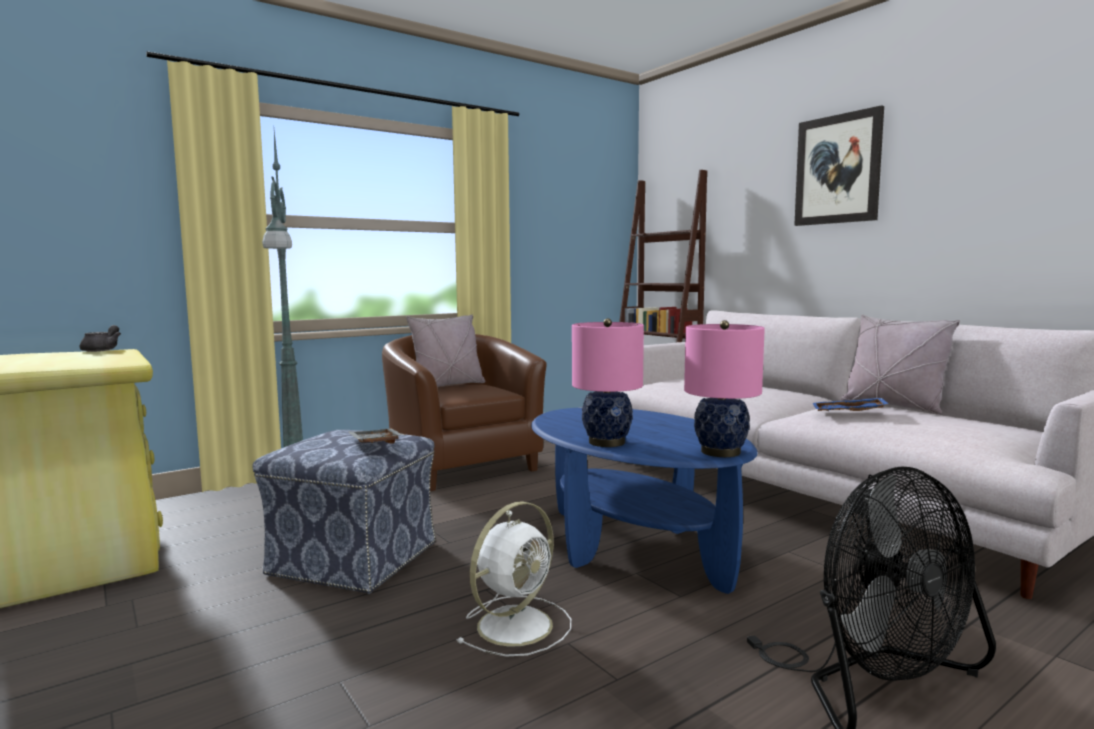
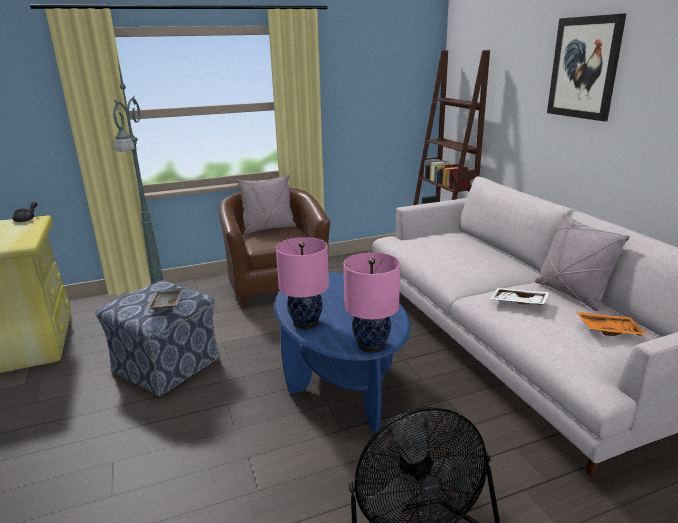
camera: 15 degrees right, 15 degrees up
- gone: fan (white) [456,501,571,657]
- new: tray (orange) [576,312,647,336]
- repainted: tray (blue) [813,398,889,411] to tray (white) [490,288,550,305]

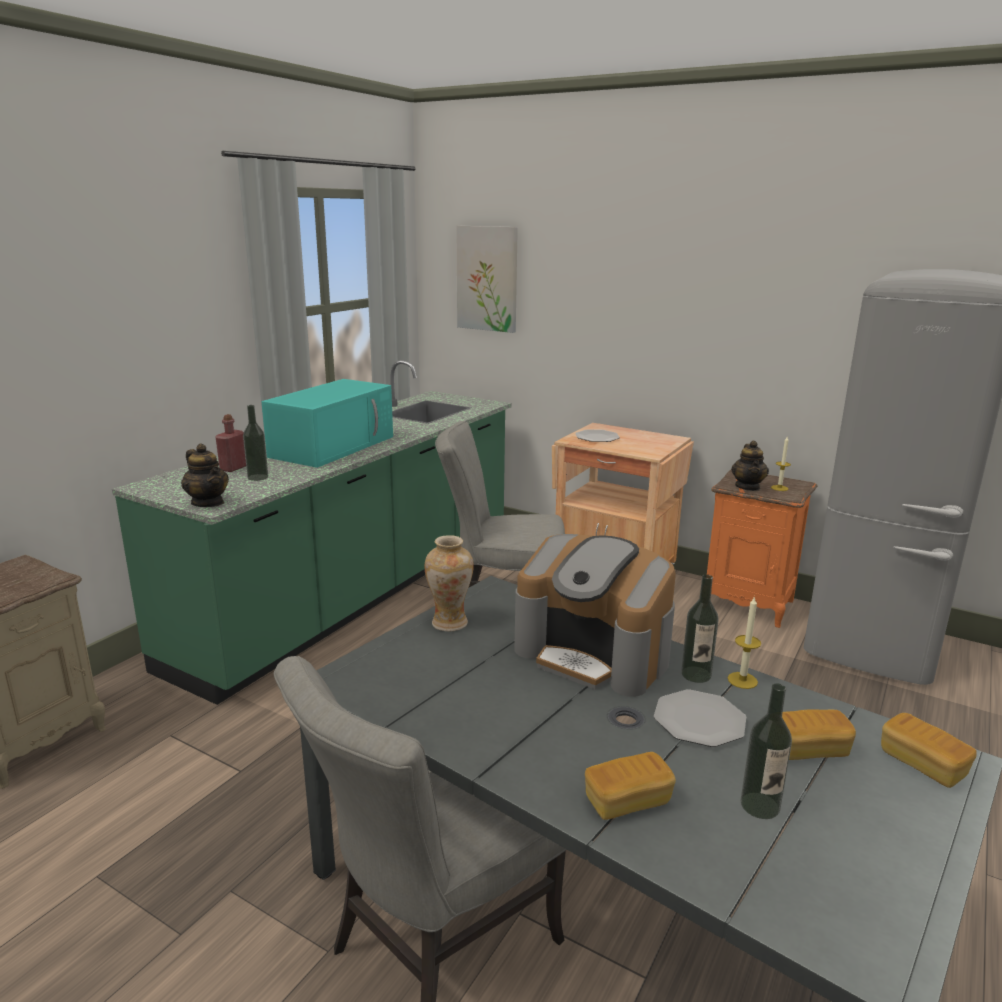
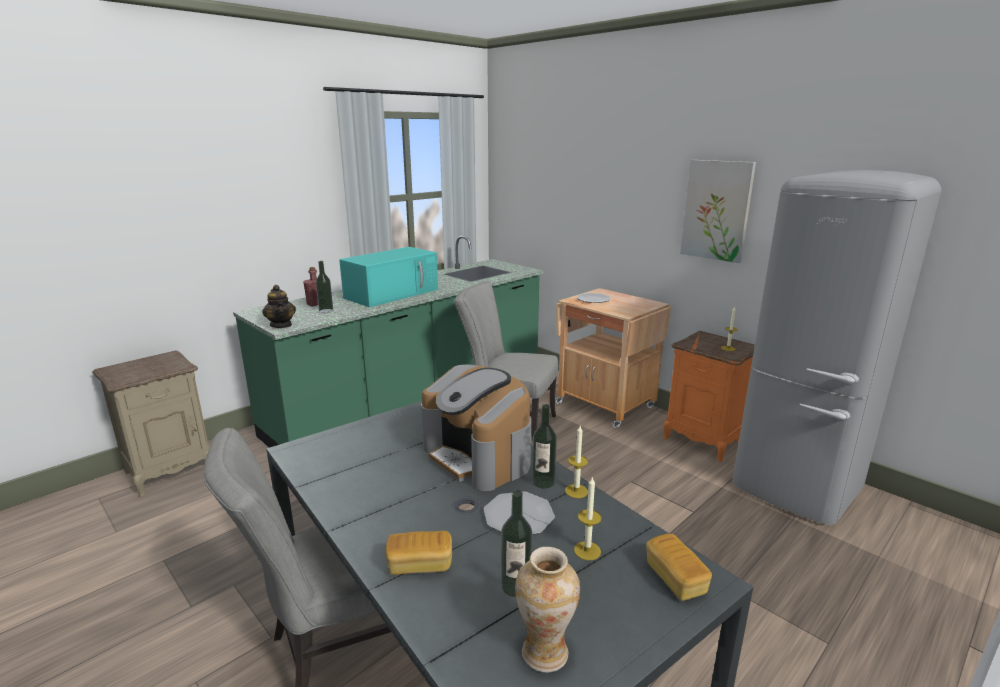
camera: 15 degrees right, 0 degrees up
- gone: teapot [731,441,769,491]
- shifted: vase [425,535,474,632] to [515,547,580,672]
- shifted: picture [456,226,518,333] to [680,160,756,263]
- swapped: bread [782,709,856,760] to candle [574,476,602,560]

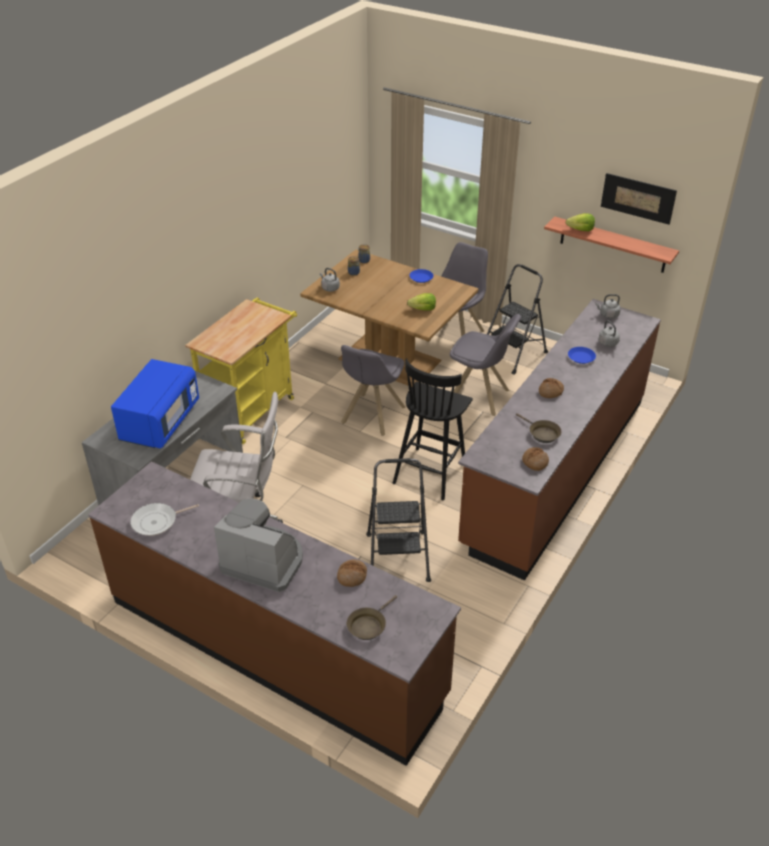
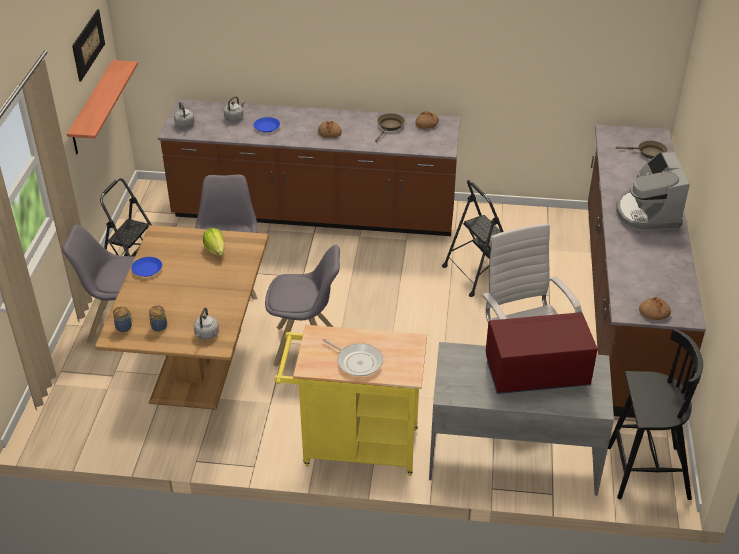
camera: 115 degrees left, 0 degrees up
- gone: lettuce [566,213,595,231]
- shifted: frying pan [130,503,199,536] to [322,339,383,376]
- shifted: bread [337,559,367,587] to [639,297,671,320]
- shifted: stool (black) [393,359,473,501] to [608,329,703,500]
- repainted: microwave (blue) [111,359,199,448] to microwave (red) [486,312,598,394]

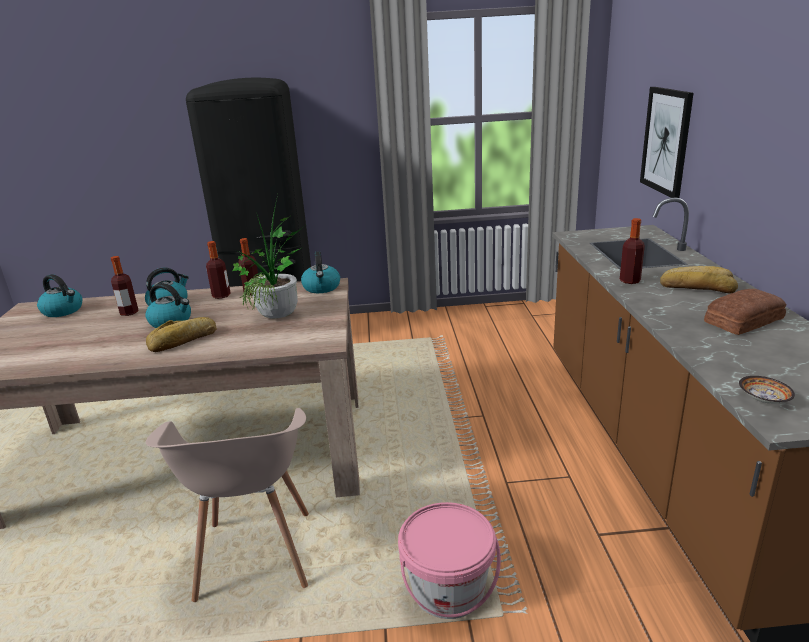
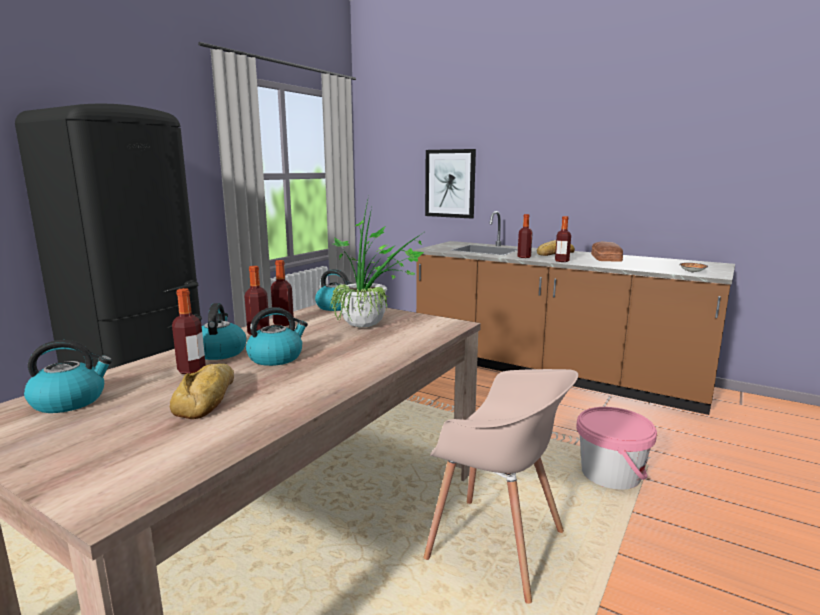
camera: 55 degrees left, 10 degrees down
- new: bottle [555,216,571,262]
- shifted: bread [146,317,217,352] to [170,364,234,419]

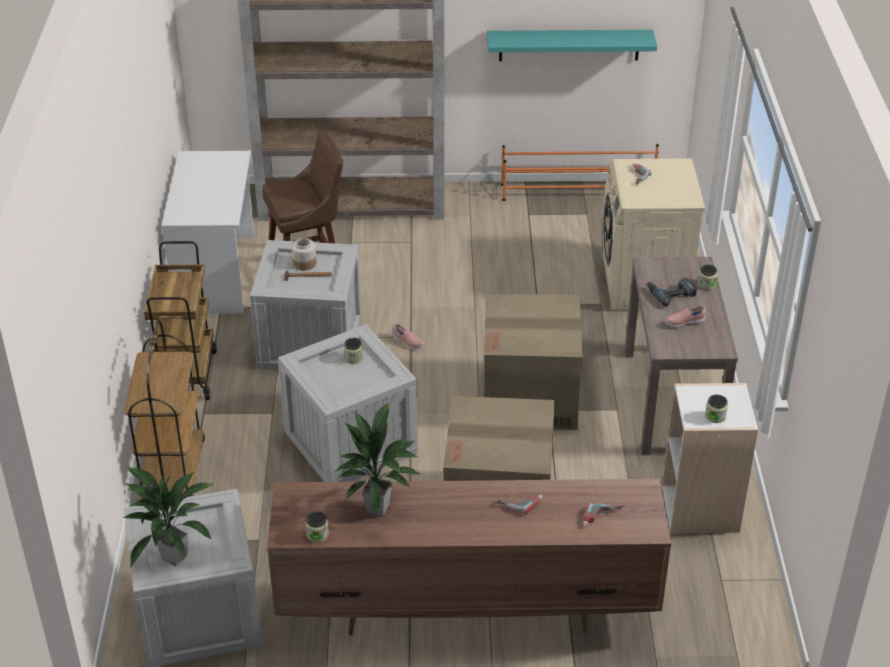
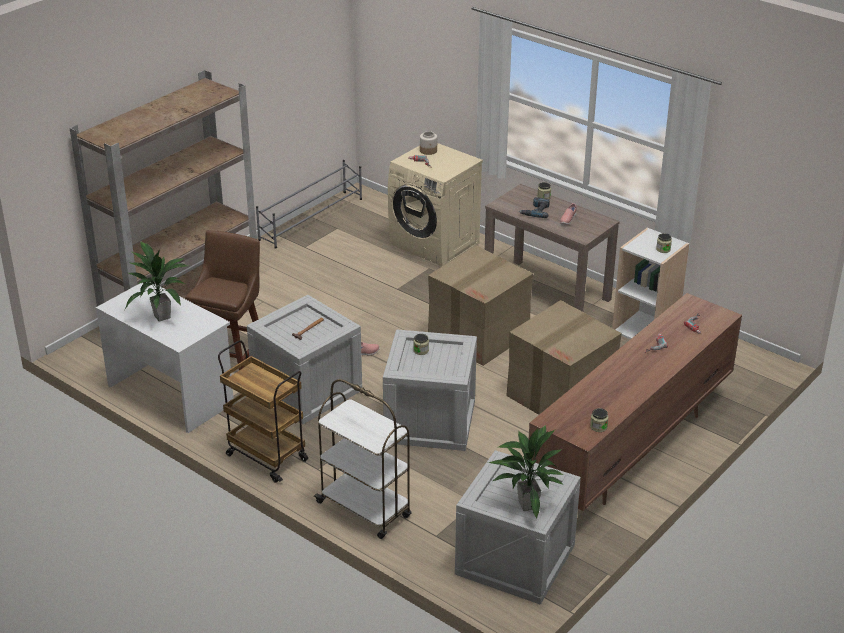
camera: 50 degrees left, 5 degrees down
- gone: shelf (turquoise) [487,30,657,61]
- shifted: jar [292,238,317,270] to [420,131,437,155]
- shifted: potted plant [334,402,420,517] to [125,242,188,322]
- repainted: cart (brown) [124,320,205,499] to cart (white) [312,379,412,539]
- repainted: shoe rack (orange) [501,144,659,201] to shoe rack (grey) [256,160,362,249]

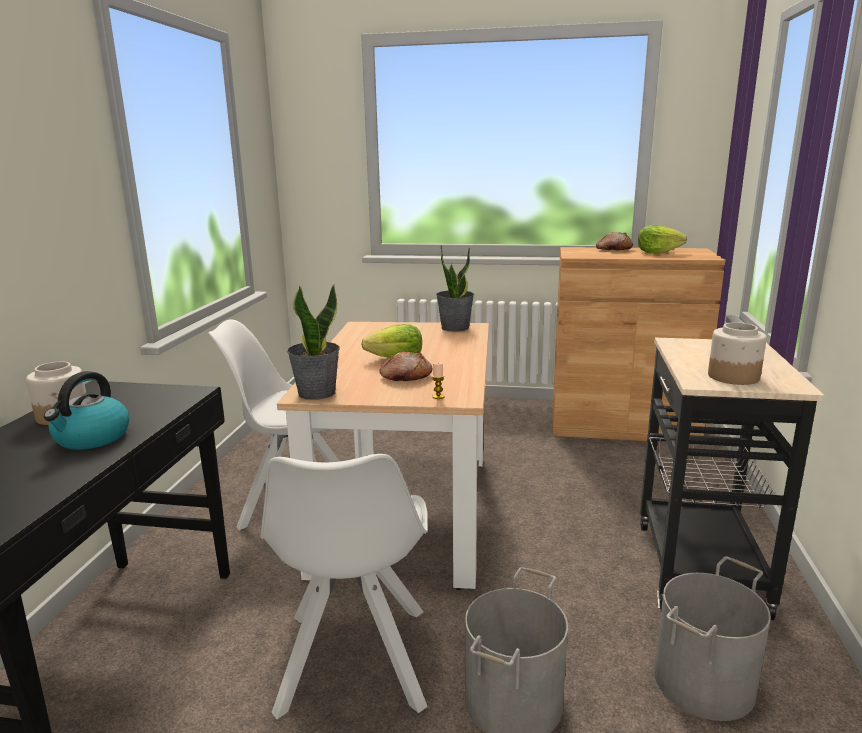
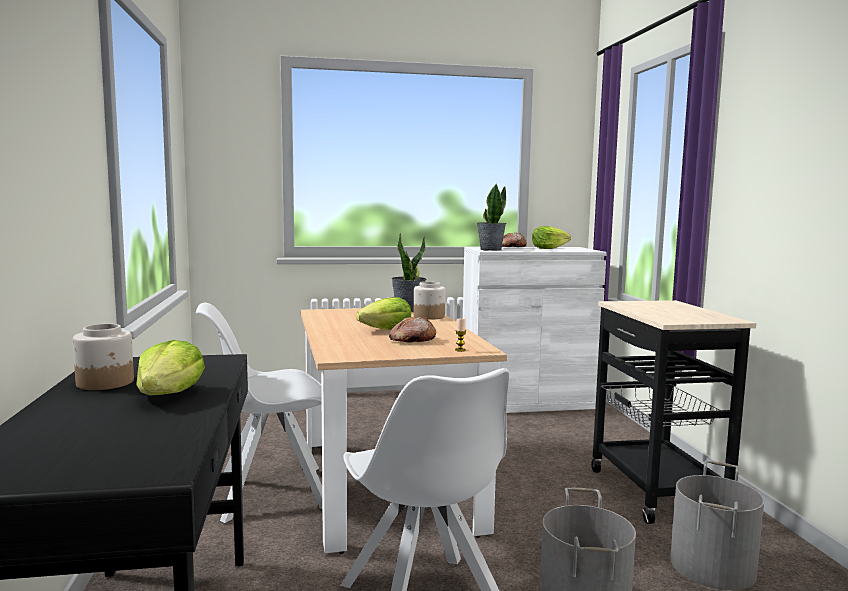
camera: 20 degrees left, 10 degrees down
- shifted: potted plant [287,284,340,400] to [477,184,506,251]
- shifted: jar [708,322,767,385] to [414,282,445,320]
- swapped: kettle [44,371,130,450] to lettuce [136,340,205,395]
- repainted: cabinet (brown) [553,247,726,442] to cabinet (white) [463,247,607,413]

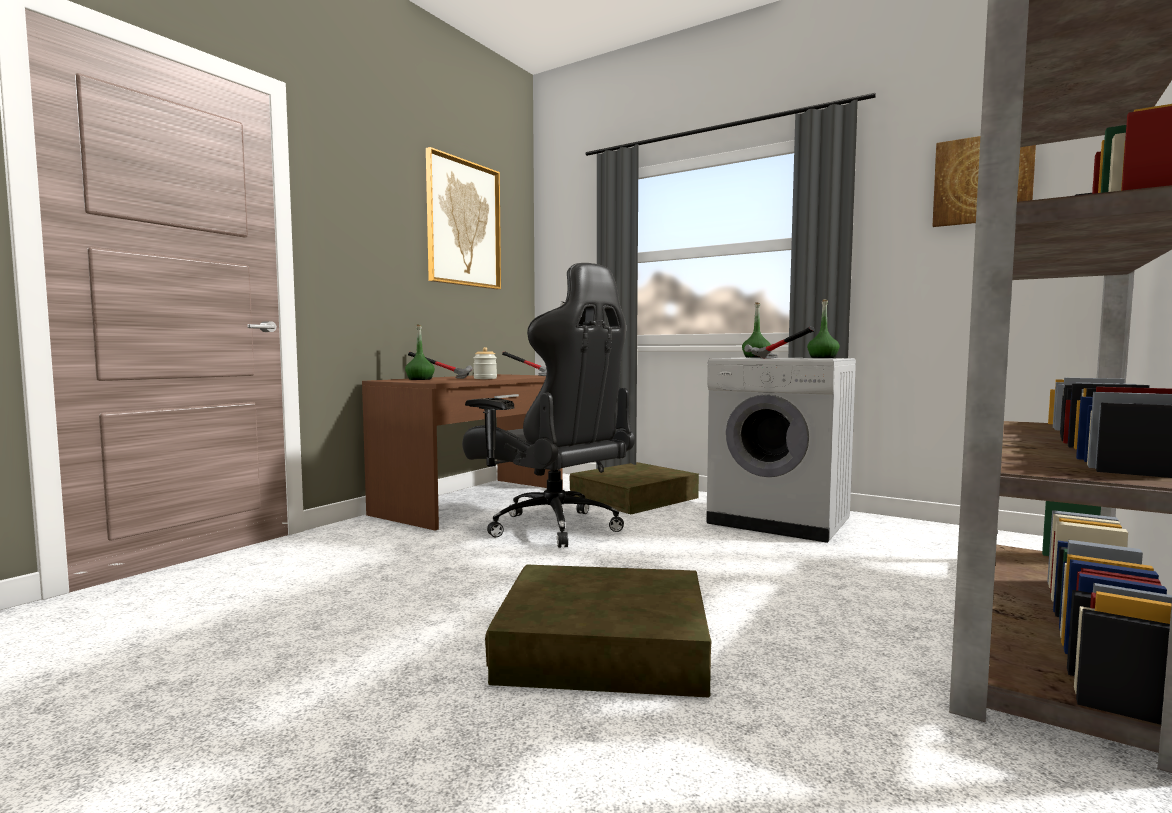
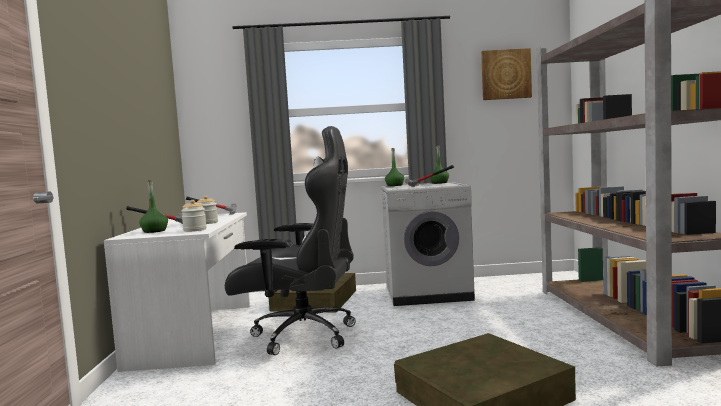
camera: 35 degrees left, 0 degrees up
- gone: picture [426,147,501,289]
- new: jar [181,200,207,232]
- repainted: desk (brown) [362,374,563,531] to desk (white) [104,212,250,372]

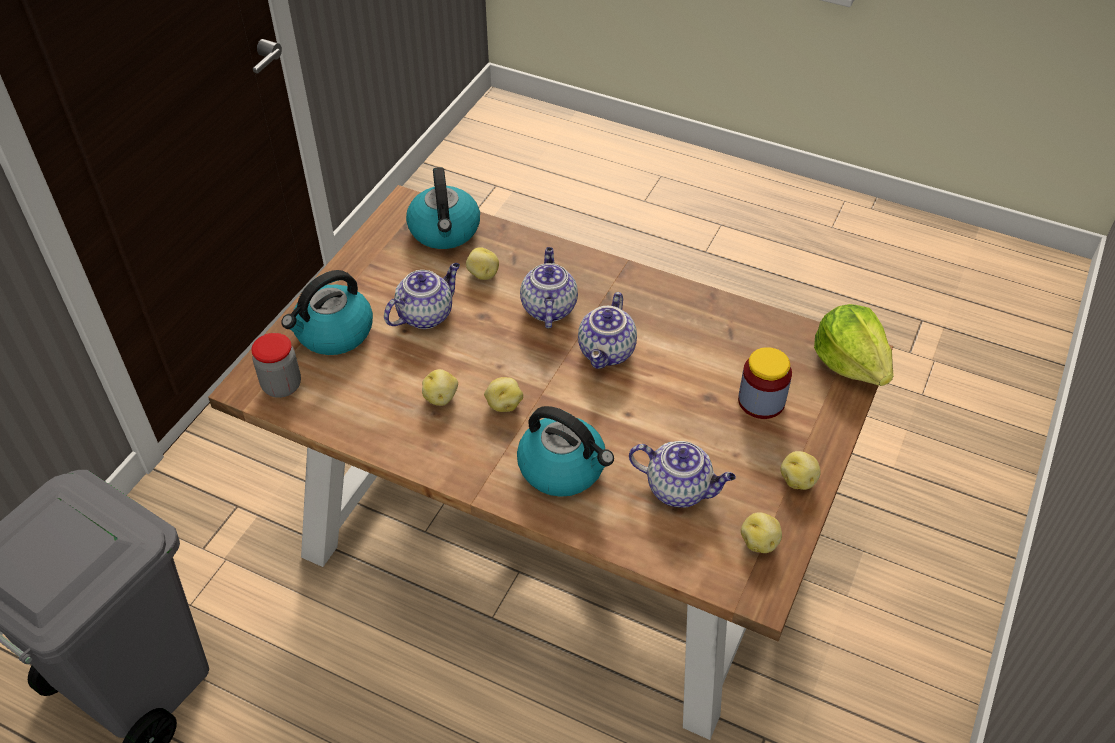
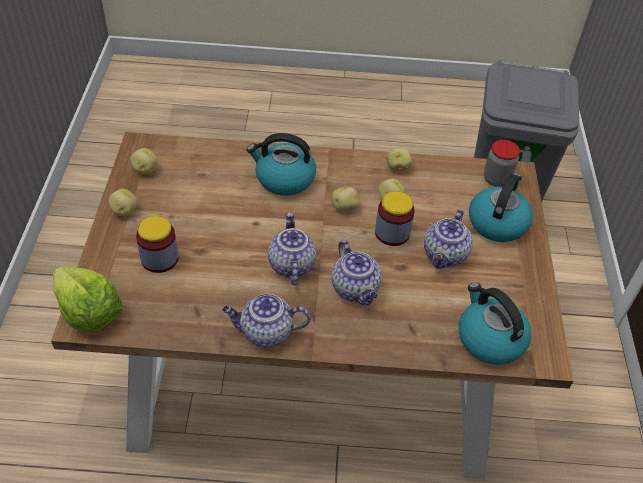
camera: 155 degrees right, 0 degrees up
- new: jar [375,191,415,246]
- shifted: potato [466,247,499,280] to [386,147,412,172]
- shifted: teapot [629,441,736,508] to [222,294,311,347]

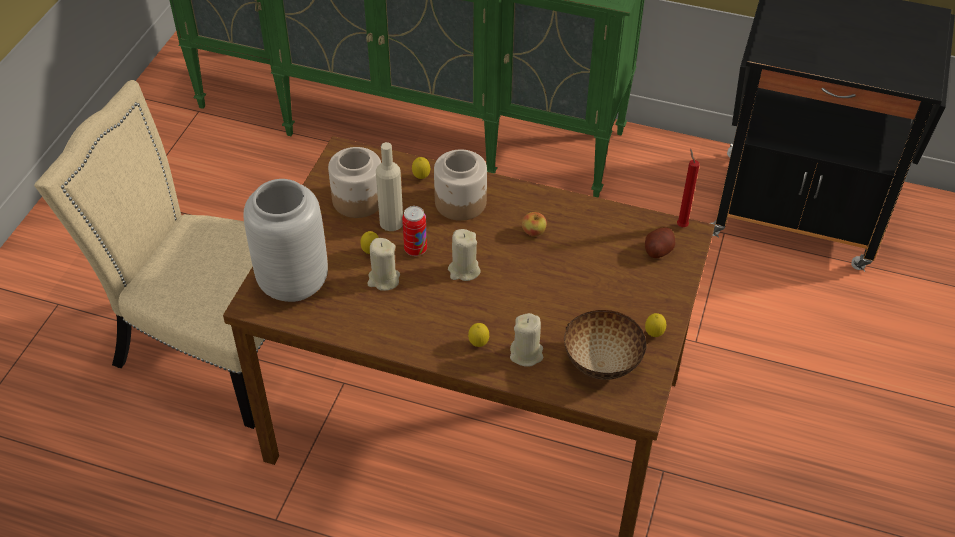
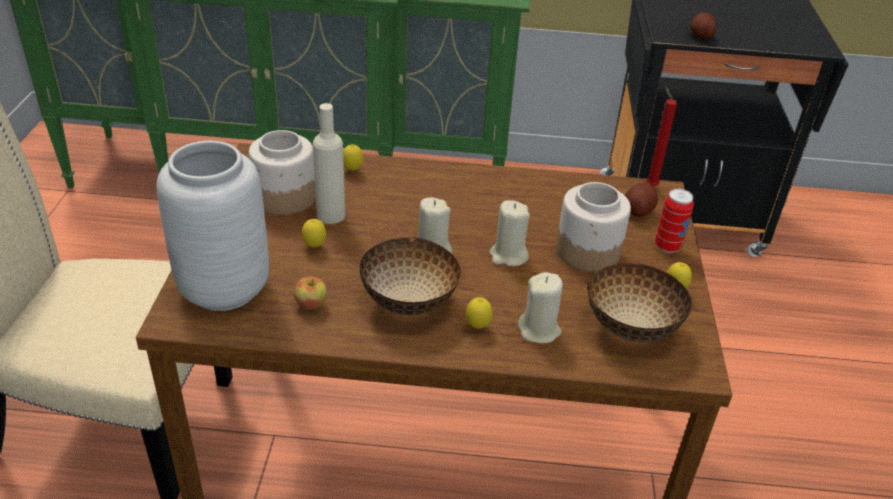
camera: 15 degrees left, 10 degrees down
- new: bowl [360,237,461,315]
- new: potato [691,12,716,39]
- shifted: candle (beige) [367,238,400,291] to [489,200,530,266]
- shifted: can [402,206,427,256] to [655,189,694,253]
- shifted: jar [434,149,487,221] to [556,182,631,272]
- shifted: apple [522,212,547,237] to [293,276,327,310]

